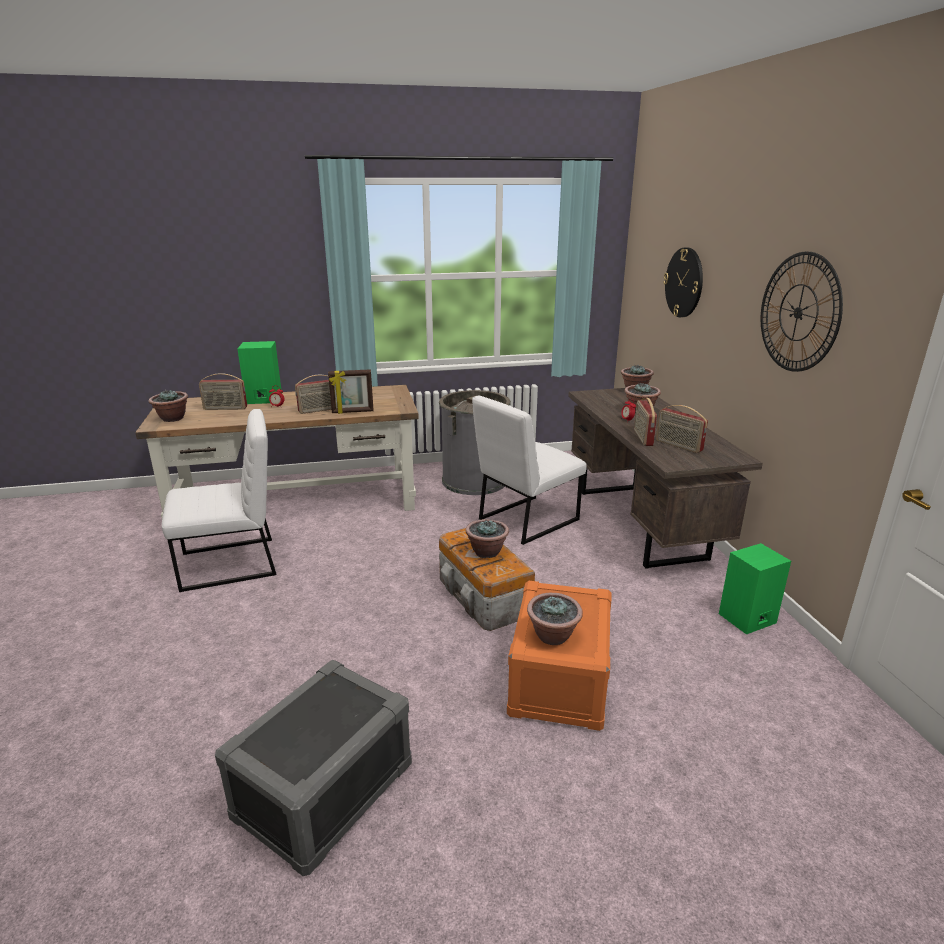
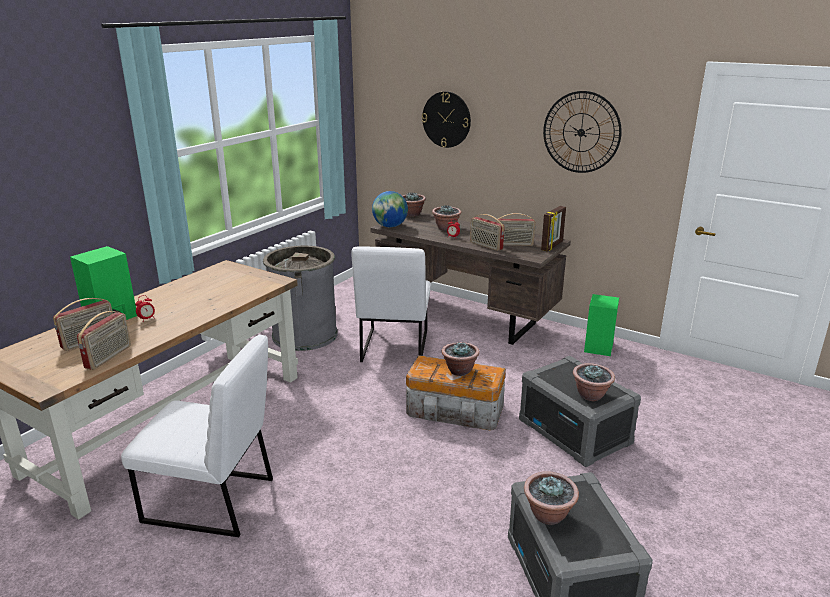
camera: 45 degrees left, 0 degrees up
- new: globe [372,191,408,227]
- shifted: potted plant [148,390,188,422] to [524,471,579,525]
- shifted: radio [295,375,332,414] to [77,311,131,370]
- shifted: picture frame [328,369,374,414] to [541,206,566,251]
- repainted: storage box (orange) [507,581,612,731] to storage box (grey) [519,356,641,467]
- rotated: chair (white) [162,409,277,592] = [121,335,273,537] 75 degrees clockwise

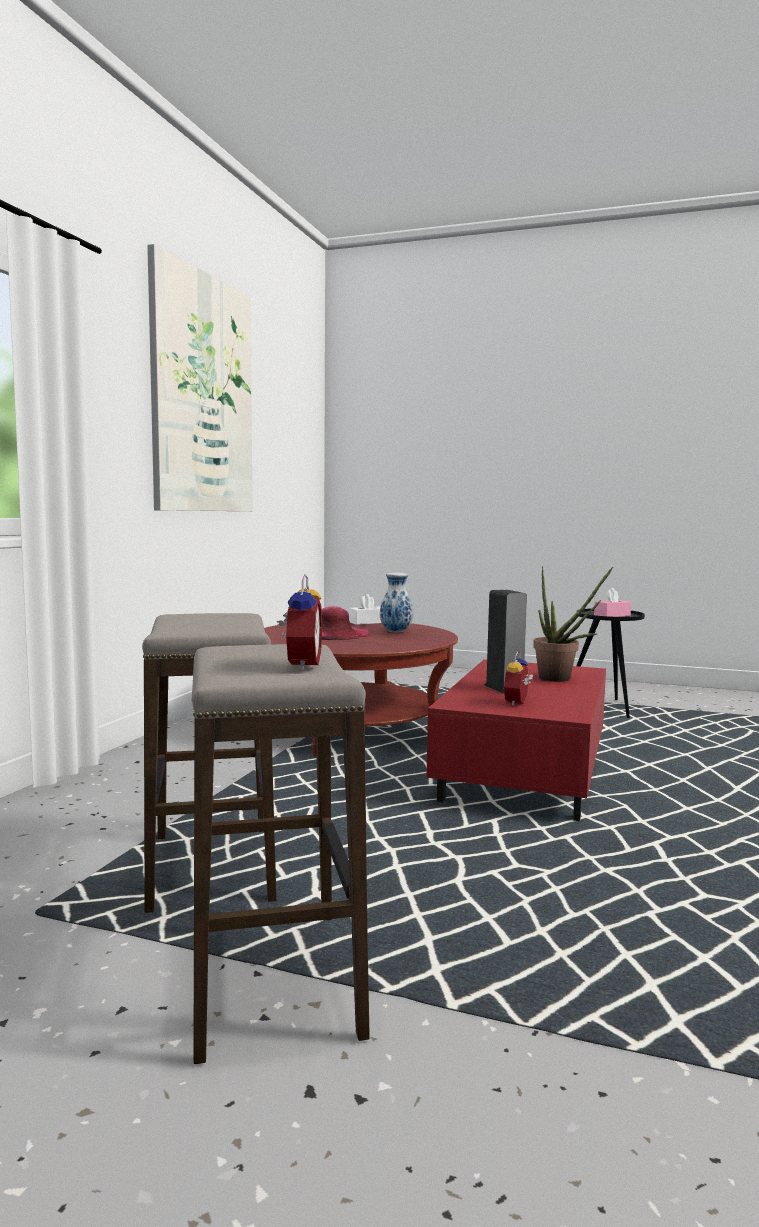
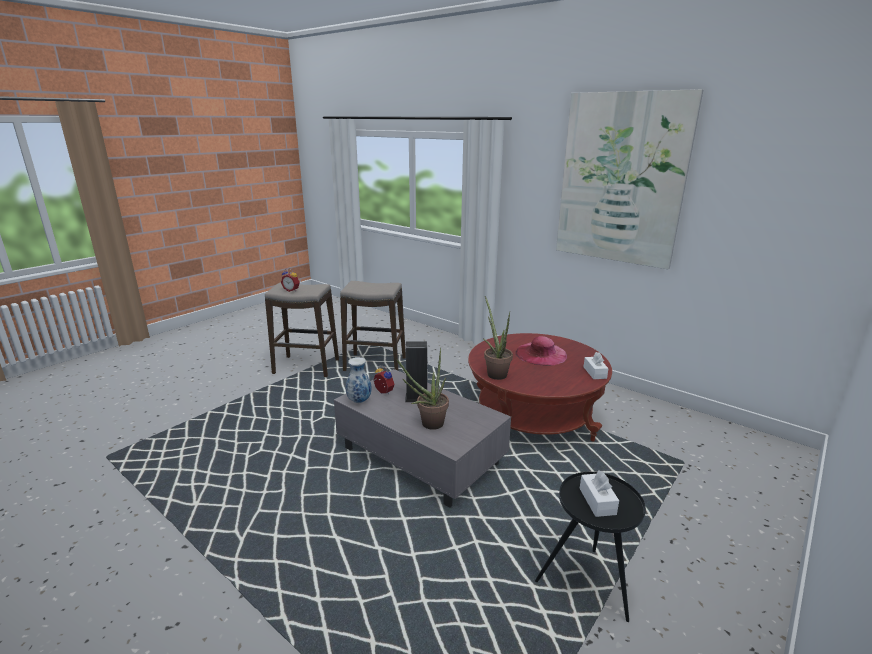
camera: 110 degrees right, 15 degrees up
- new: potted plant [483,296,513,380]
- shifted: vase [380,573,413,633] to [346,357,372,403]
- repainted: coffee table (red) [426,659,606,821] to coffee table (grey) [334,369,511,508]
- repainted: tissue box (pink) [594,588,631,617] to tissue box (white) [580,470,619,517]

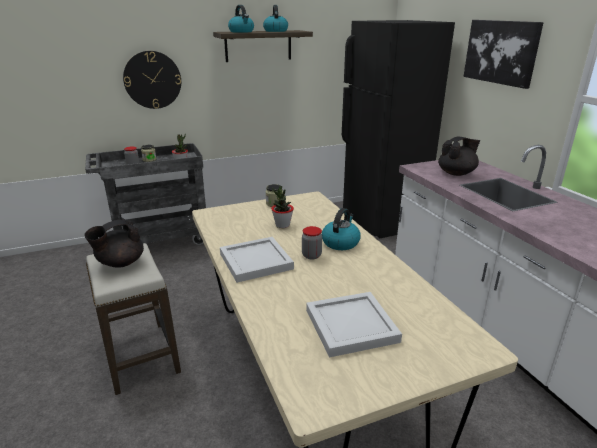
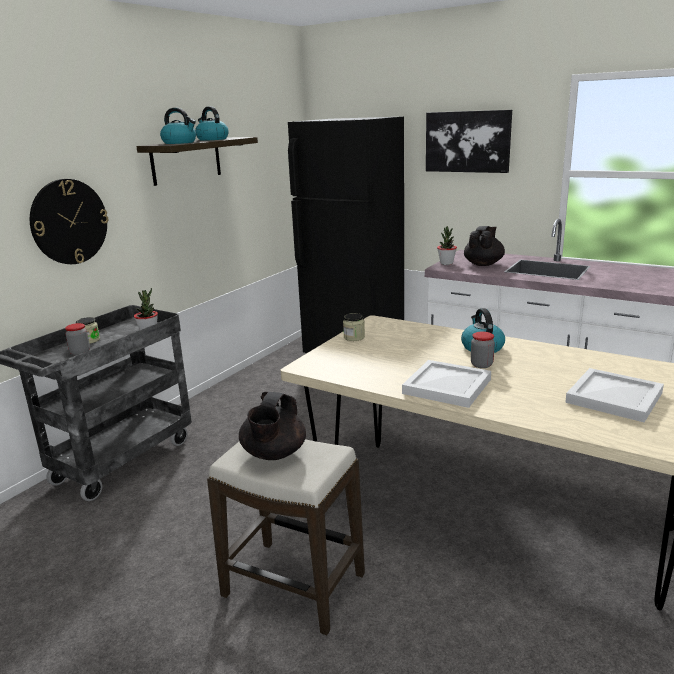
camera: 35 degrees left, 5 degrees down
- shifted: potted plant [271,186,294,228] to [437,226,457,265]

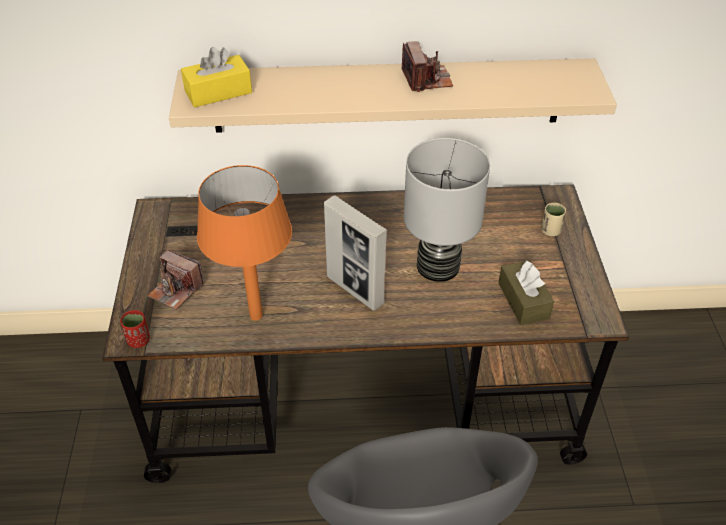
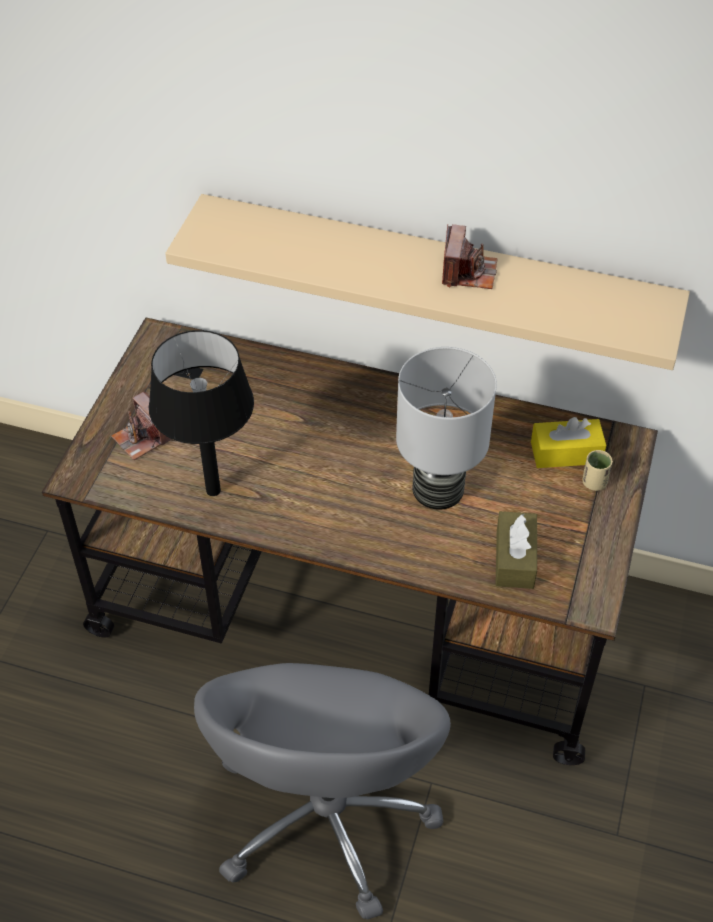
camera: 20 degrees right, 5 degrees up
- gone: cup (red) [120,310,150,348]
- gone: picture frame [324,195,387,311]
- shifted: tissue box (yellow) [181,47,252,107] to [531,417,606,468]
- repainted: table lamp (orange) [197,165,292,320] to table lamp (black) [149,330,254,496]

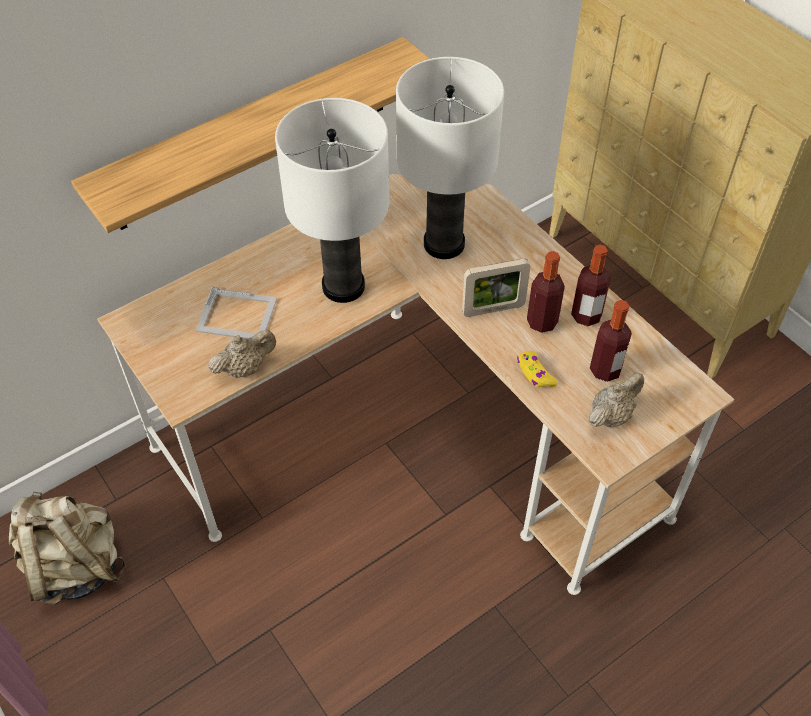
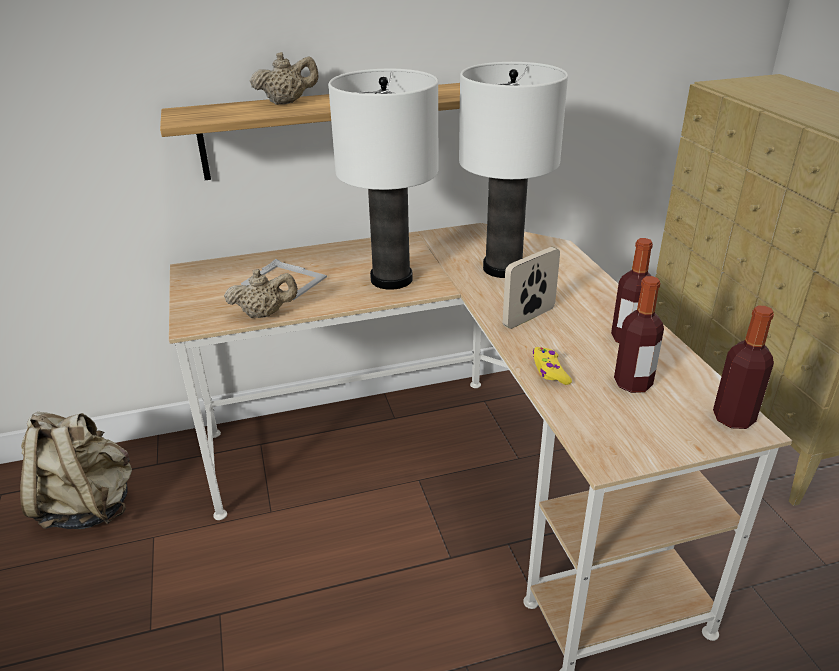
camera: 20 degrees right, 20 degrees down
- shifted: bottle [527,251,565,333] to [713,306,774,429]
- shifted: teapot (beige) [588,373,644,427] to [250,52,319,105]
- rotated: picture frame [462,259,530,317] = [503,247,560,329] 135 degrees clockwise

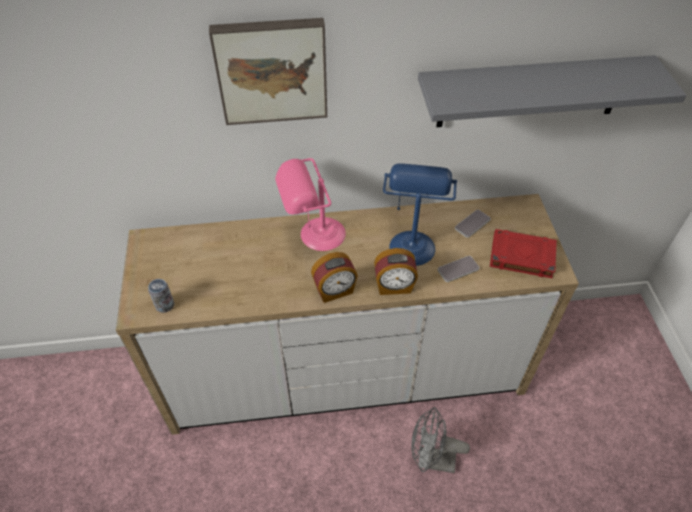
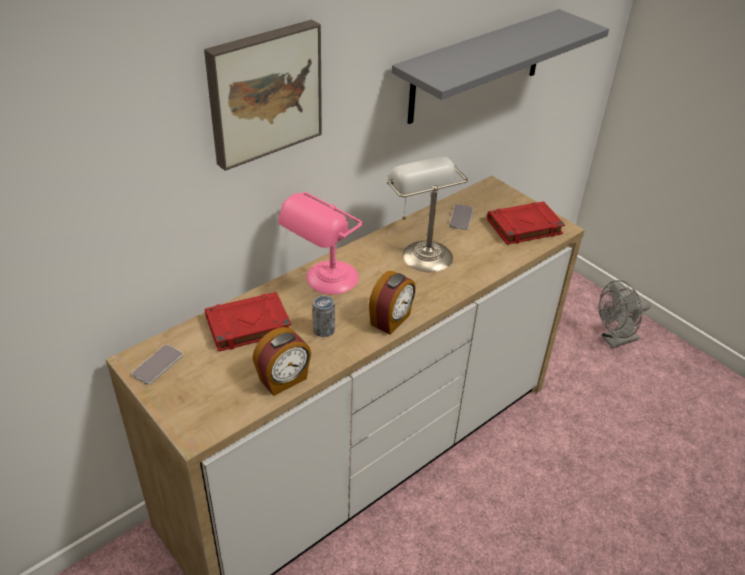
camera: 35 degrees left, 10 degrees down
- new: book (red) [205,292,292,352]
- shifted: can [148,279,174,313] to [312,296,335,337]
- shifted: alarm clock [374,248,418,295] to [253,327,311,396]
- shifted: fan (grey) [411,407,470,473] to [599,280,651,348]
- shifted: phone [438,256,480,282] to [132,345,183,385]
- repainted: table lamp (blue) [383,163,457,266] to table lamp (white) [387,156,468,272]

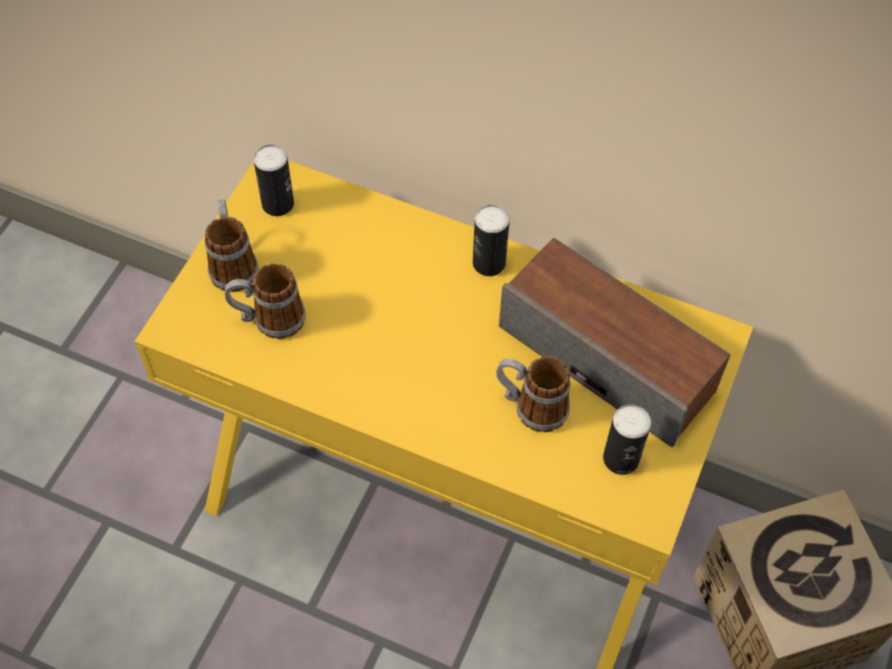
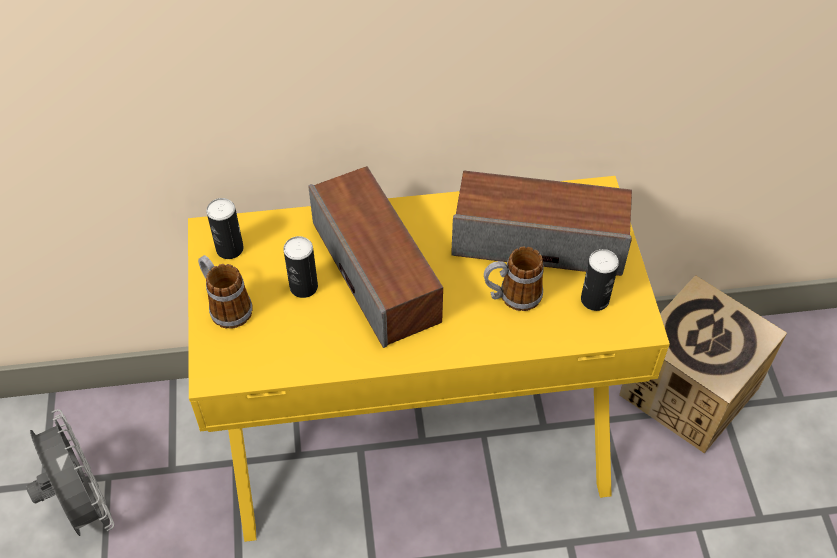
camera: 30 degrees left, 5 degrees down
- gone: mug [225,263,306,339]
- new: fan (grey) [26,409,114,536]
- new: speaker [308,166,443,348]
- shifted: can [473,205,510,276] to [283,236,318,298]

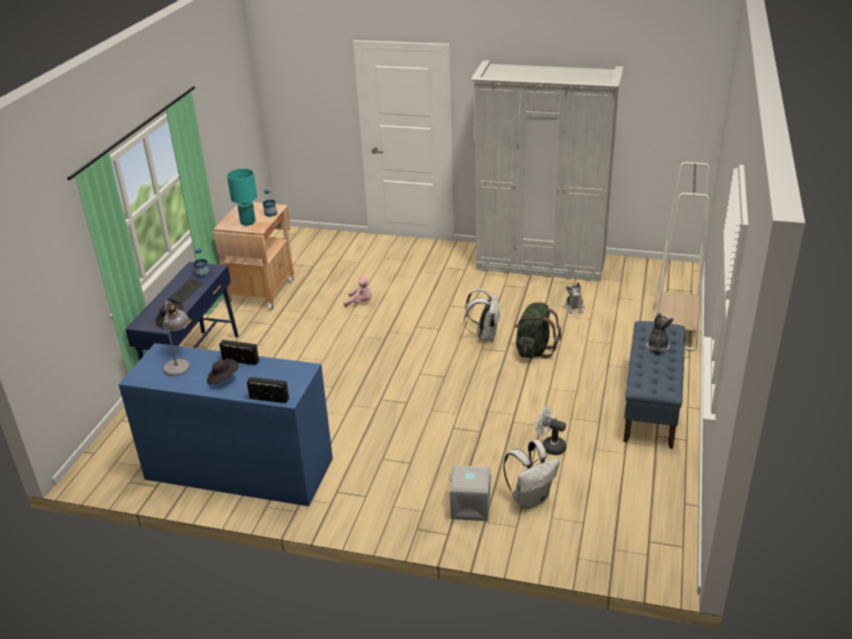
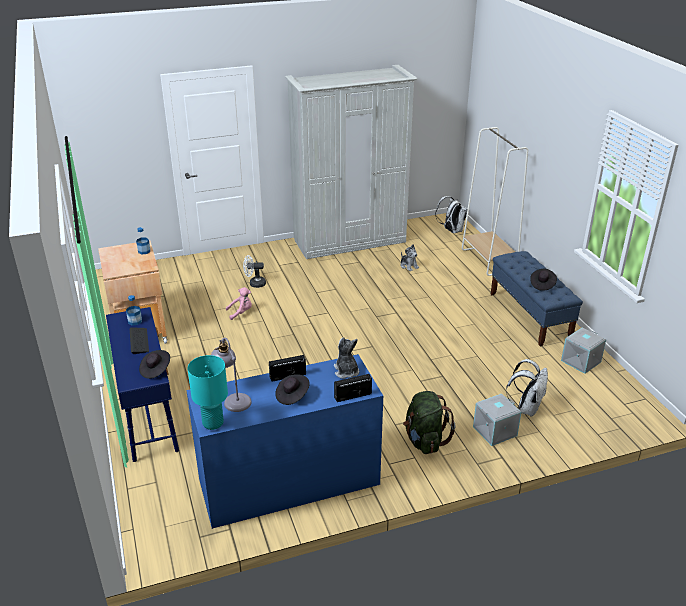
camera: 35 degrees left, 0 degrees up
- new: hat (black) [530,269,557,291]
- new: storage box (grey) [561,327,606,374]
- shifted: table lamp (turquoise) [227,169,257,226] to [187,355,228,430]
- shifted: backpack (white) [464,288,500,341] to [435,196,467,233]
- shifted: backpack (green) [514,302,561,359] to [403,391,455,454]
- shifted: fan (white) [536,406,566,455] to [243,255,266,288]
- shifted: plush toy [646,312,674,352] to [334,337,359,379]

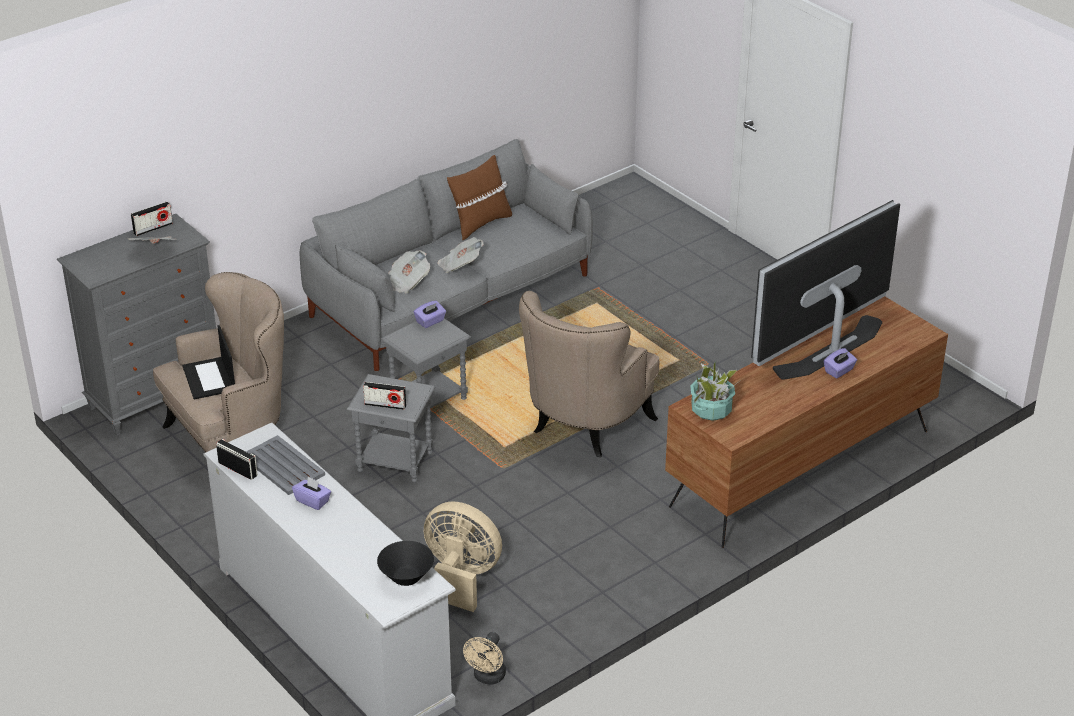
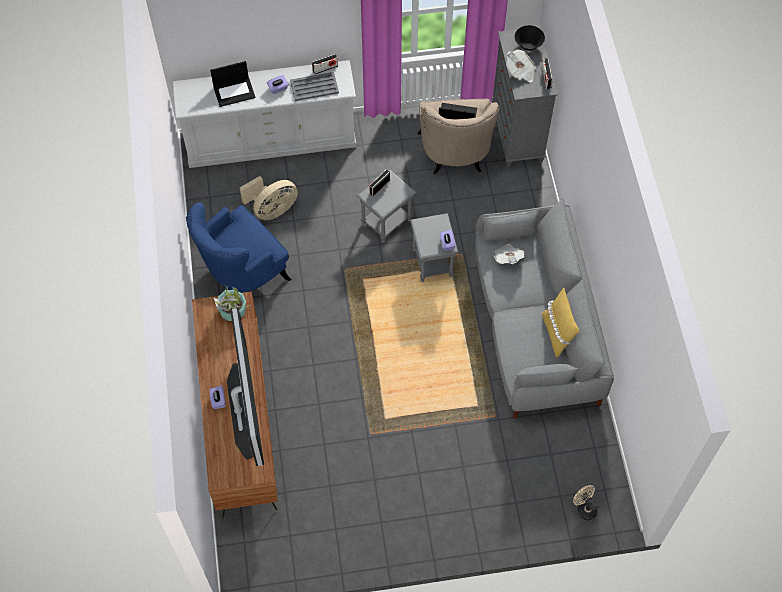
camera: 120 degrees right, 25 degrees up
- gone: newspaper [437,237,484,273]
- gone: armchair (beige) [519,291,660,457]
- new: armchair (blue) [186,202,292,293]
- new: laptop [210,61,255,107]
- shifted: bowl (black) [377,541,434,586] to [515,25,545,51]
- shifted: fan (beige) [463,632,506,685] to [573,485,598,520]
- repainted: pillow (brown) [447,155,512,240] to pillow (yellow) [542,288,580,357]

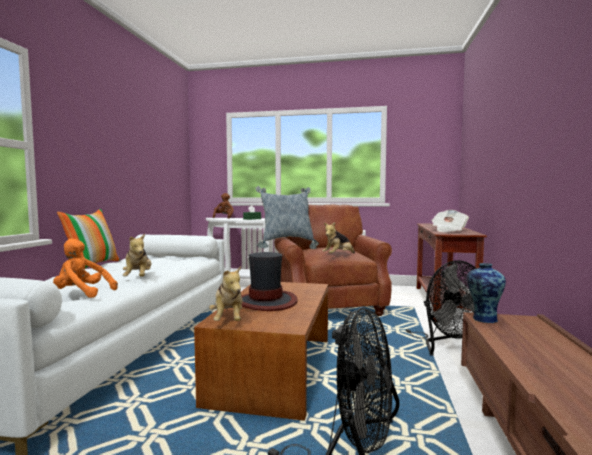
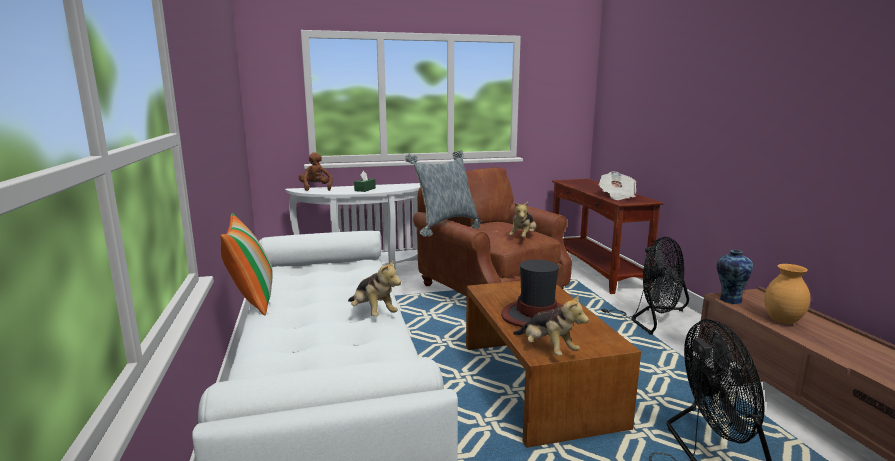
camera: 25 degrees left, 10 degrees up
- gone: plush toy (orange) [53,238,118,298]
- new: vase (brown) [764,264,810,324]

